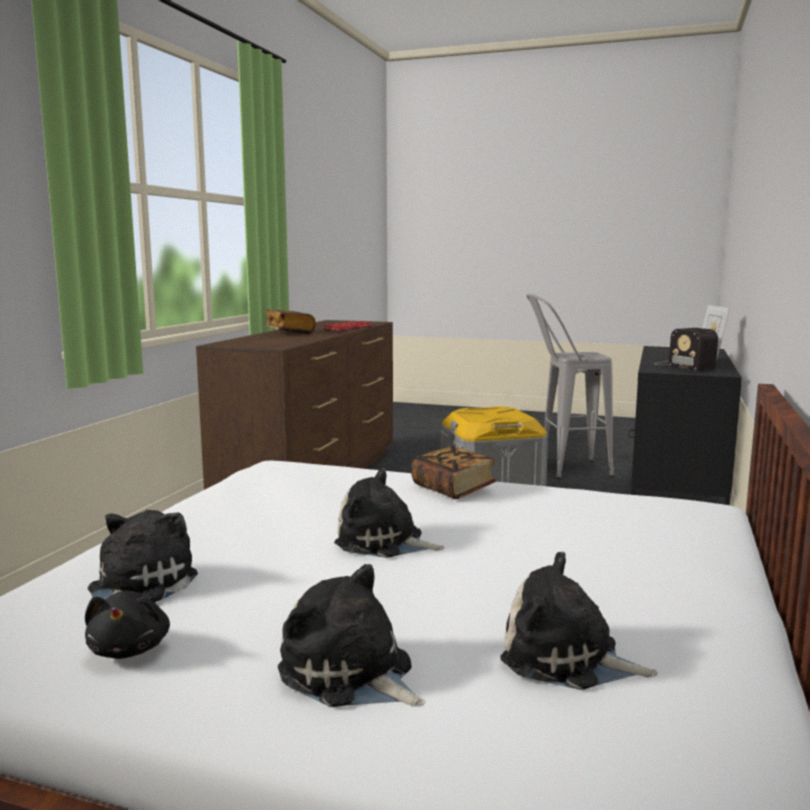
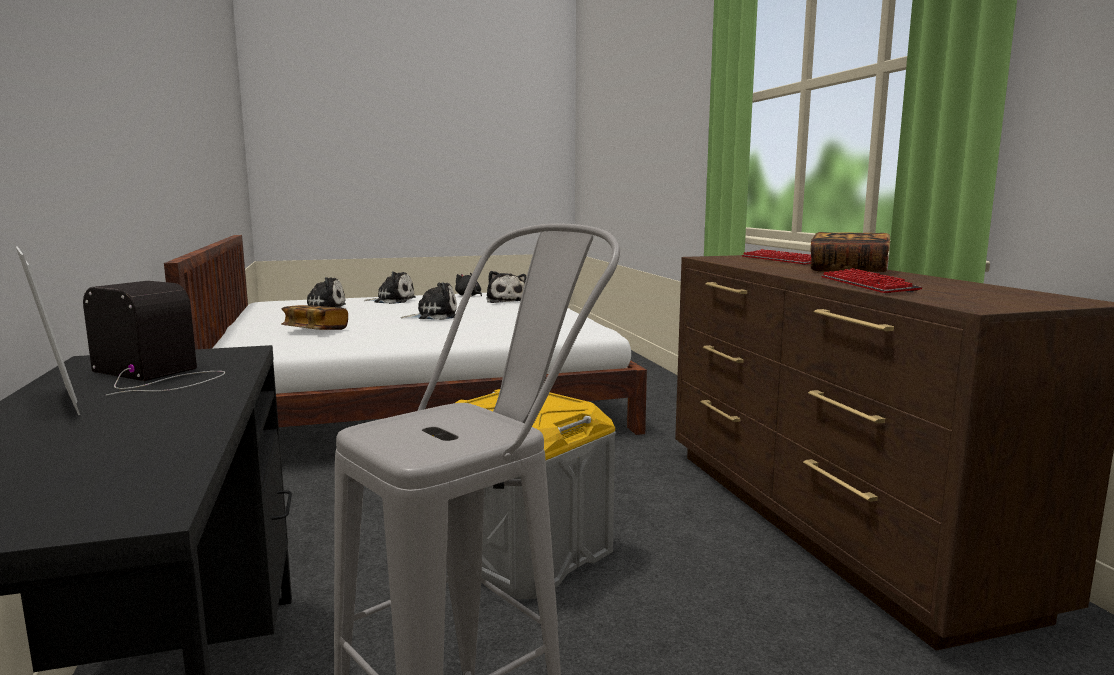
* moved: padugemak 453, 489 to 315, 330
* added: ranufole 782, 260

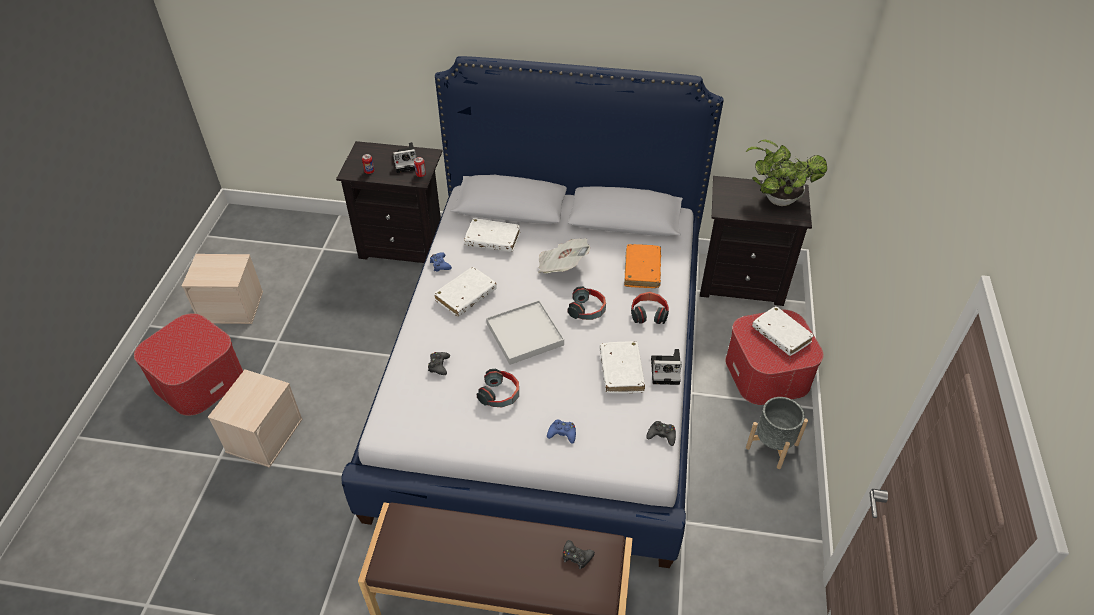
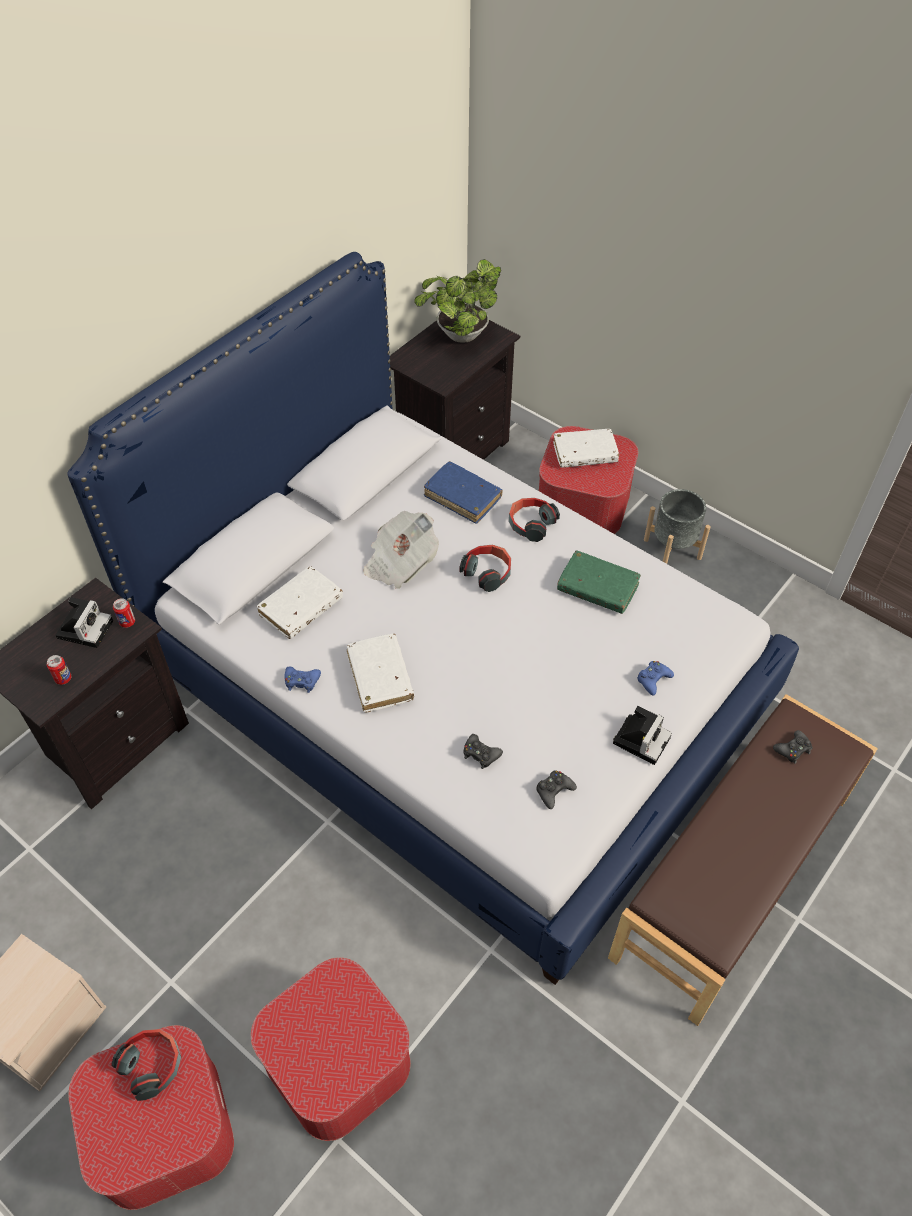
* replaced: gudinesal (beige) 264, 434 to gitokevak 336, 1060
* moved: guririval 500, 394 to 152, 1064
* removed: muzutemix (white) 525, 334
* recoloured: padugemak (white) 621, 371 to padugemak (green) 597, 588
* recoloured: padugemak (orange) 642, 270 to padugemak (blue) 462, 497
* moved: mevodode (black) 661, 435 to 554, 791
* moved: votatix 666, 370 to 641, 738

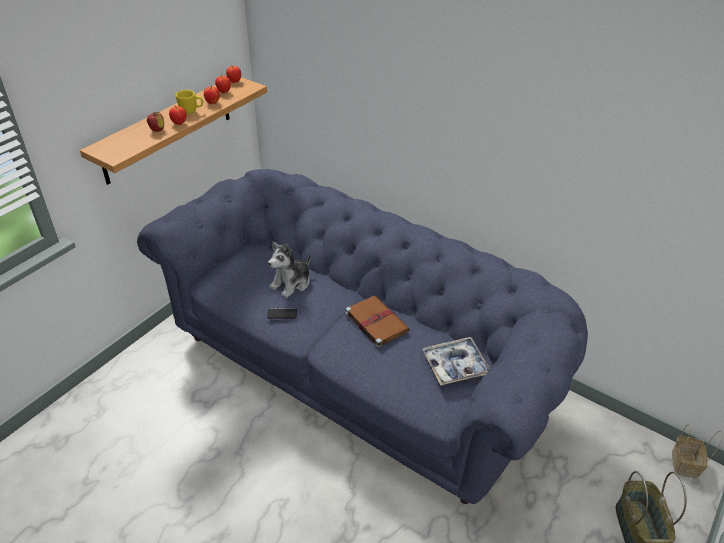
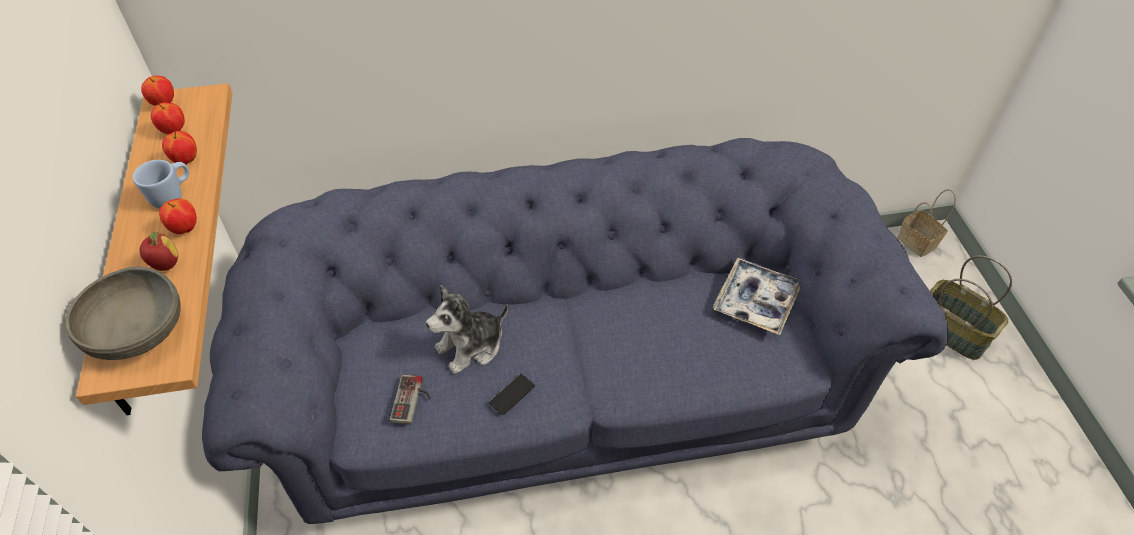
* recoloured: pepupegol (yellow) 191, 111 to pepupegol (blue) 173, 196
* turned: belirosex 291, 283 = 471, 346 60 degrees clockwise
* removed: padugemak (brown) 375, 322
* added: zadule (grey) 138, 331
* added: mevodode 413, 400

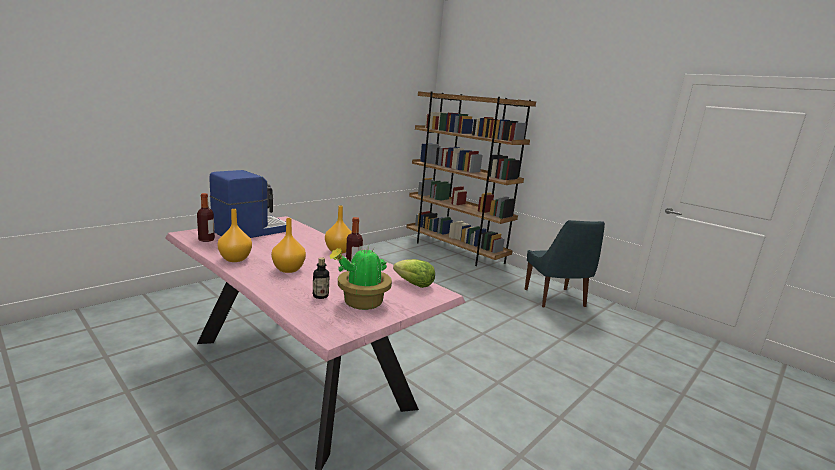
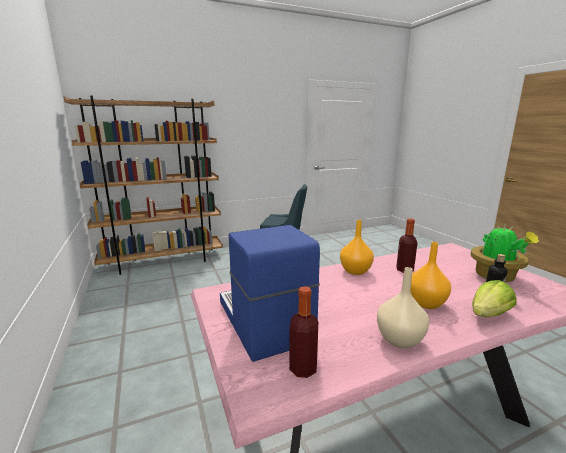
* recoloured: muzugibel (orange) 235, 259 to muzugibel (beige) 398, 340
* moved: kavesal 414, 284 to 489, 315

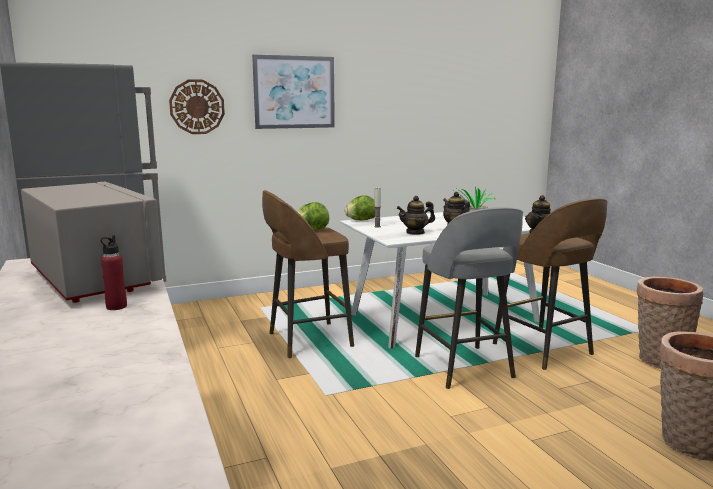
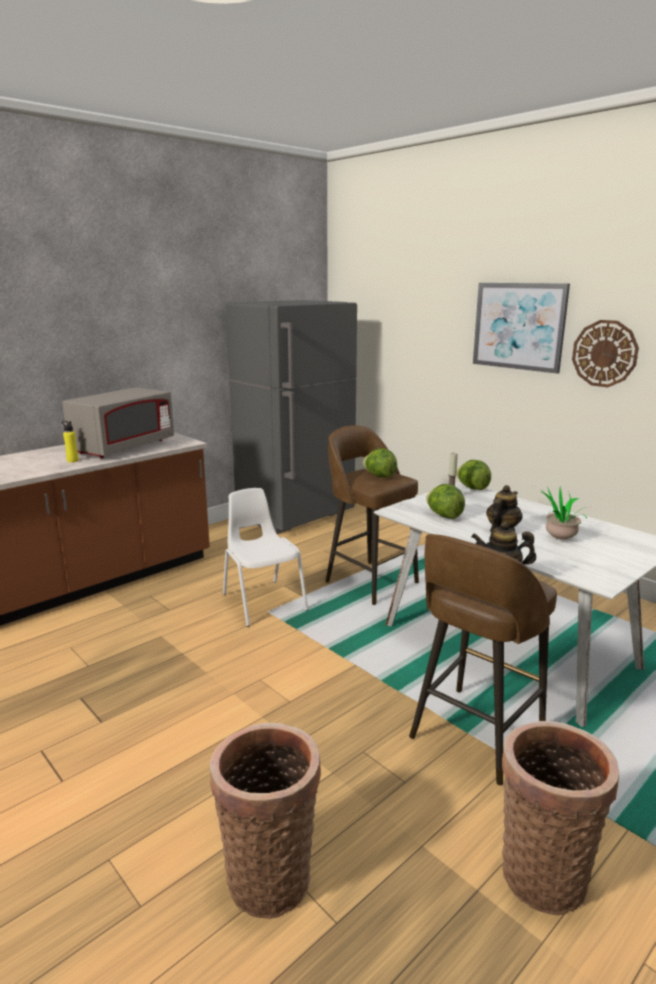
* recoloured: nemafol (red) 116, 306 to nemafol (yellow) 72, 460
* moved: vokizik 197, 107 to 604, 353
* replaced: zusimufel 415, 232 to kavesal 444, 516
* removed: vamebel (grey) 464, 368
* added: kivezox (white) 263, 601

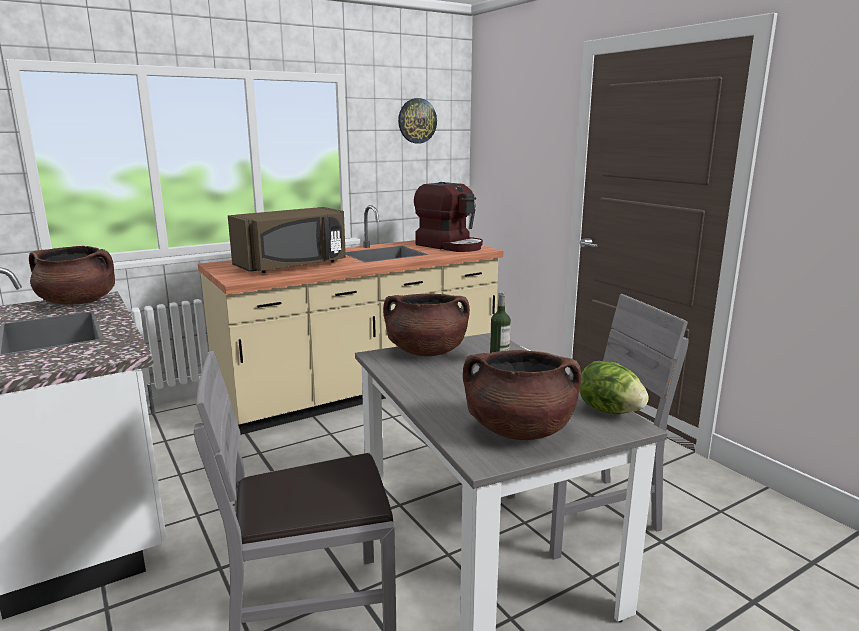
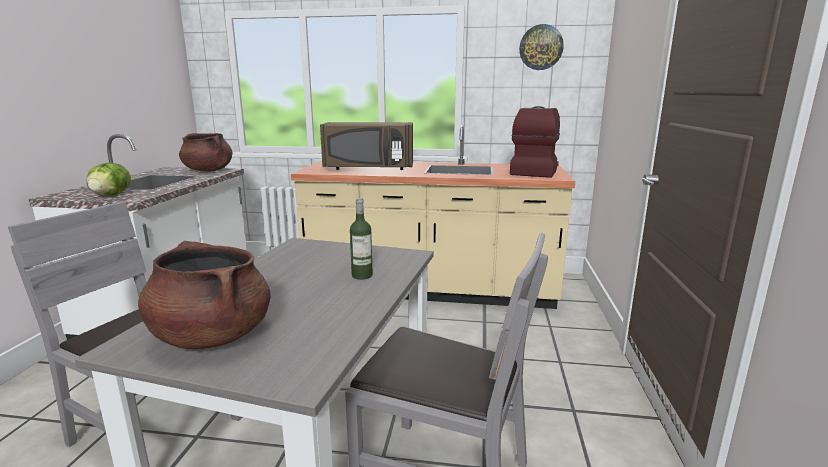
* removed: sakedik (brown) 426, 352
* turned: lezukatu 450, 246 = 534, 171 150 degrees counterclockwise
* moved: kavesal 609, 411 to 111, 195

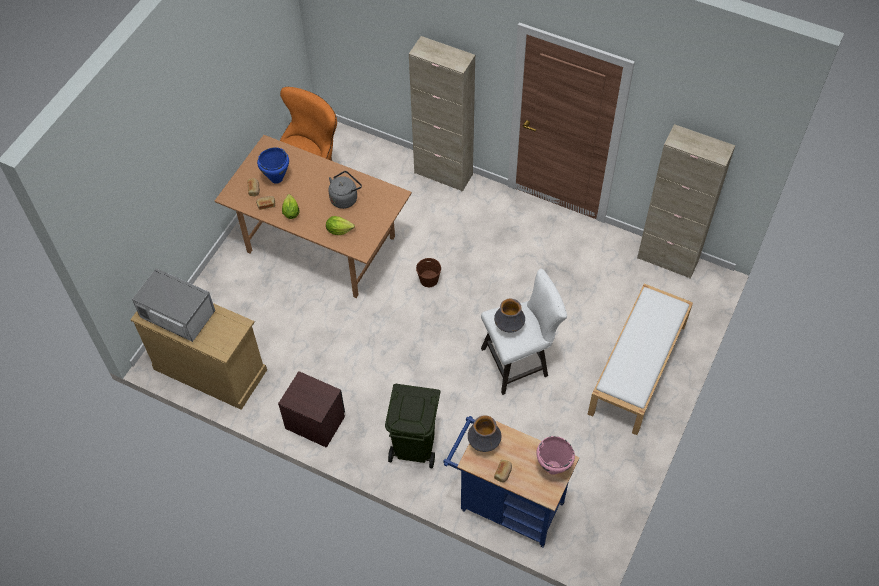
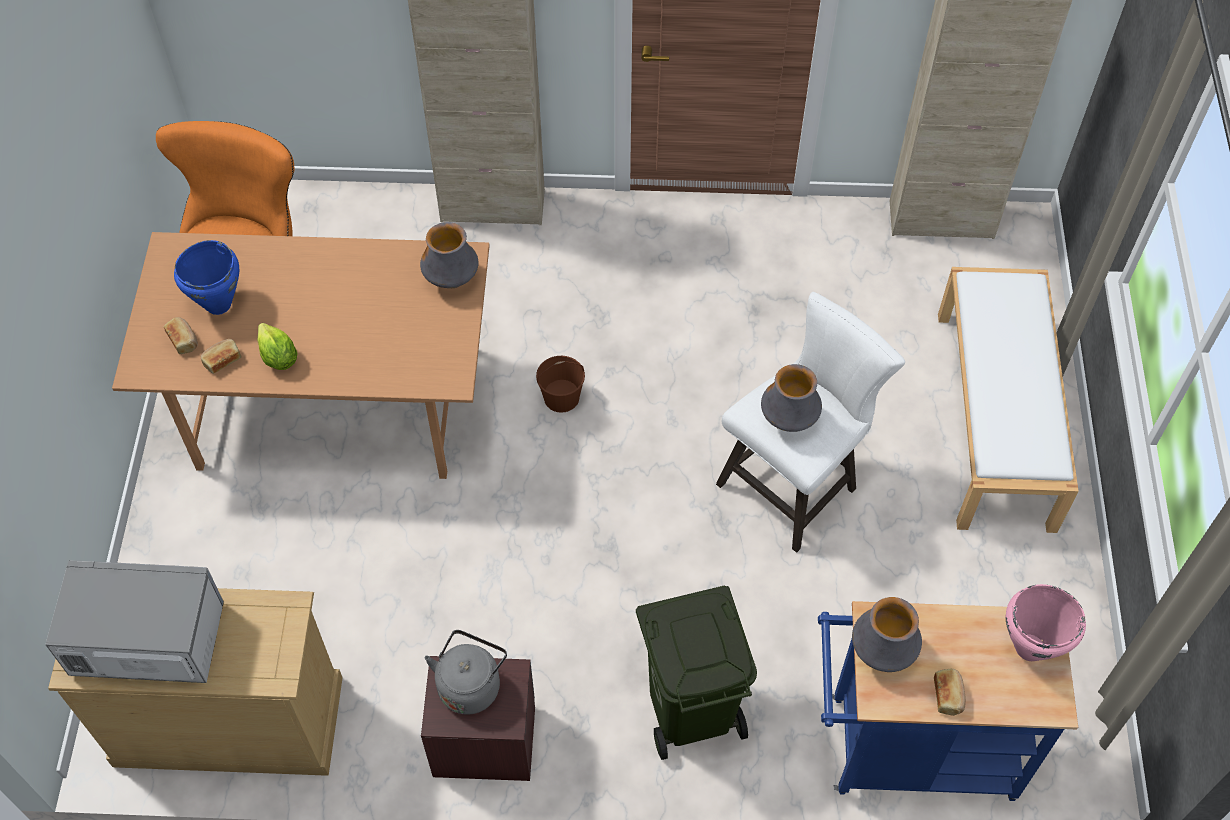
* removed: kavesal 339, 230
* moved: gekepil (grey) 345, 198 to 470, 684
* added: muzugibel 452, 280

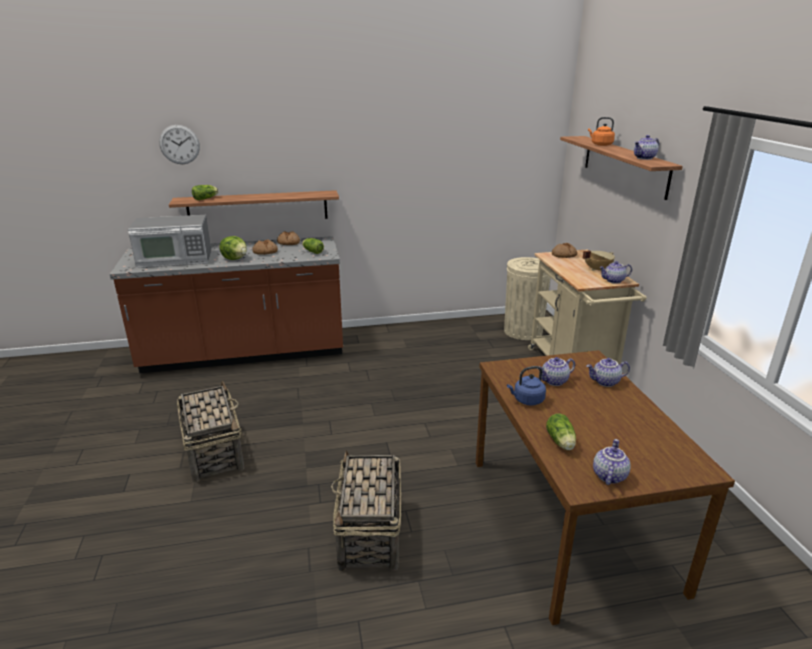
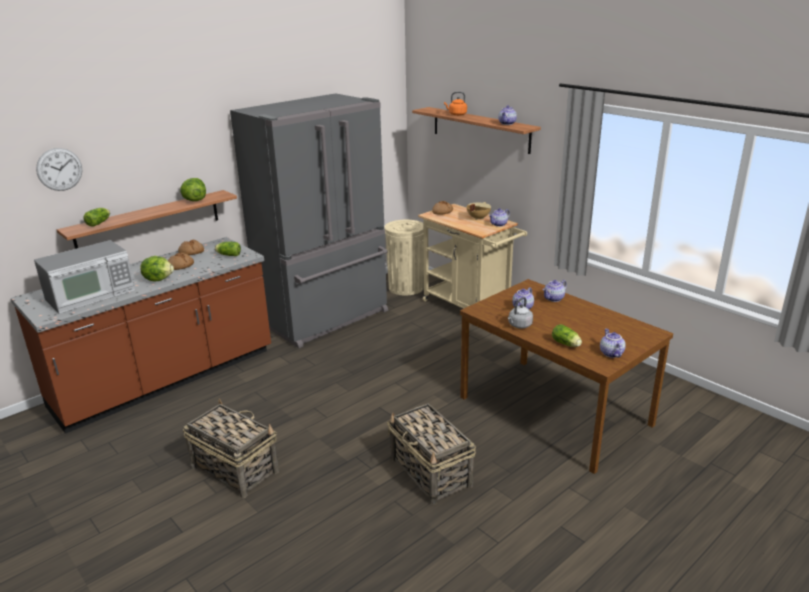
* recoloured: gekepil (blue) 527, 400 to gekepil (grey) 519, 325
* added: kavesal 194, 200
* added: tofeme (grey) 326, 318

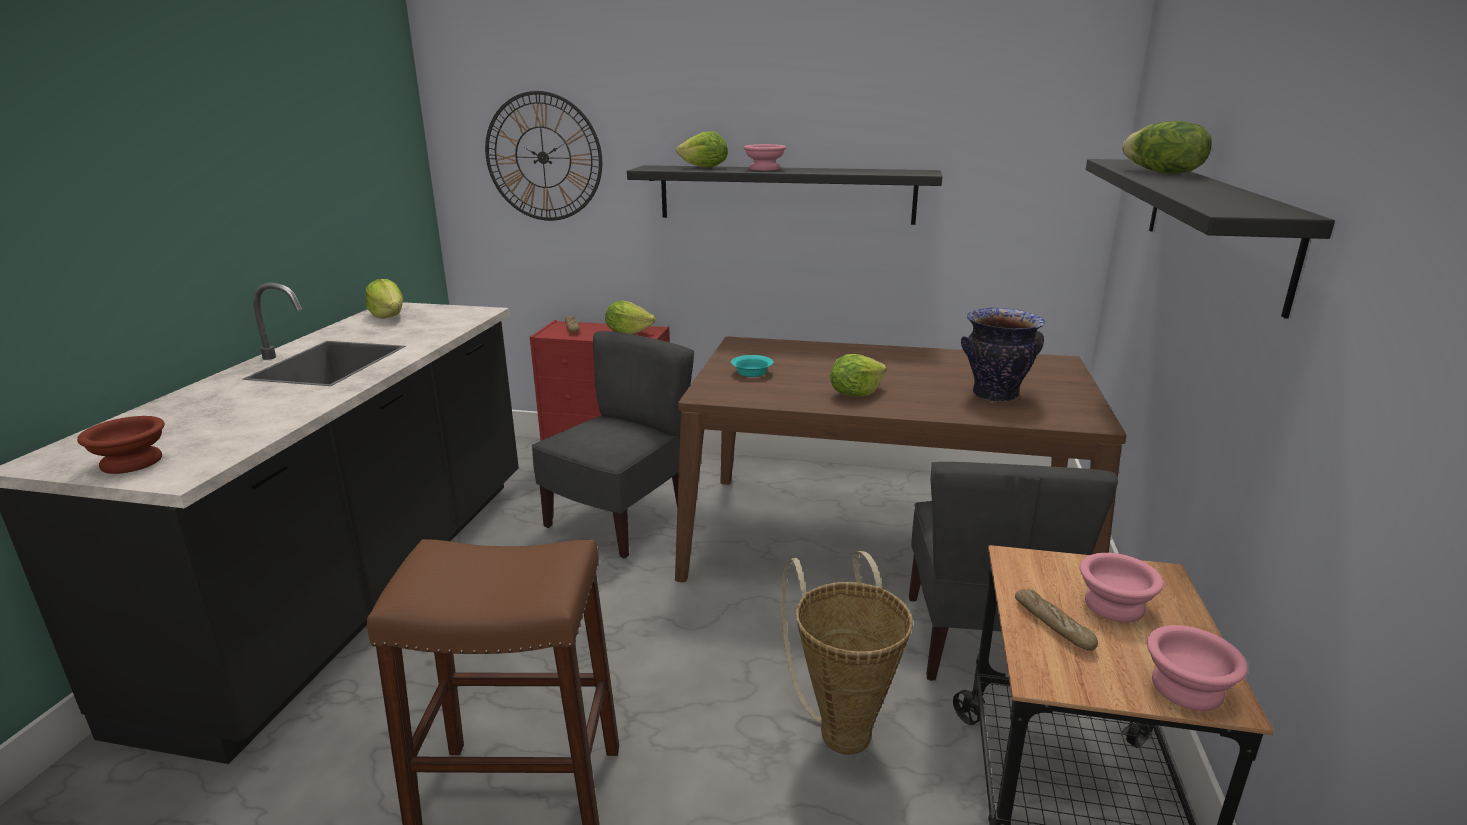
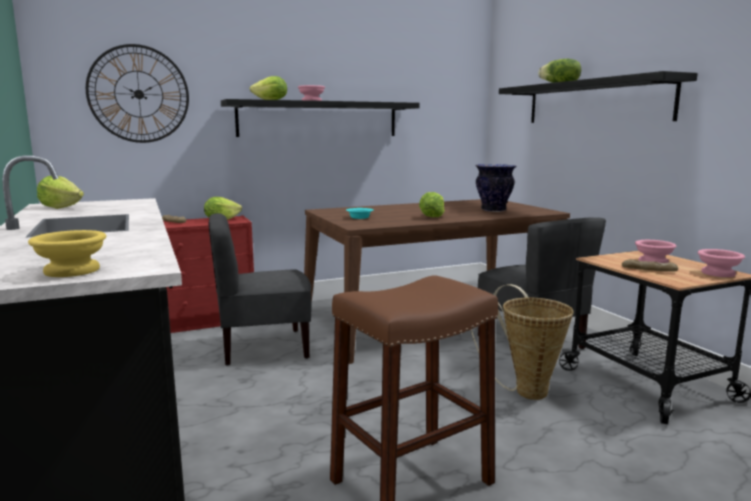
* recoloured: zadule (brown) 129, 463 to zadule (yellow) 71, 271
* turned: kivezox (grey) 619, 520 = 263, 348 105 degrees counterclockwise

